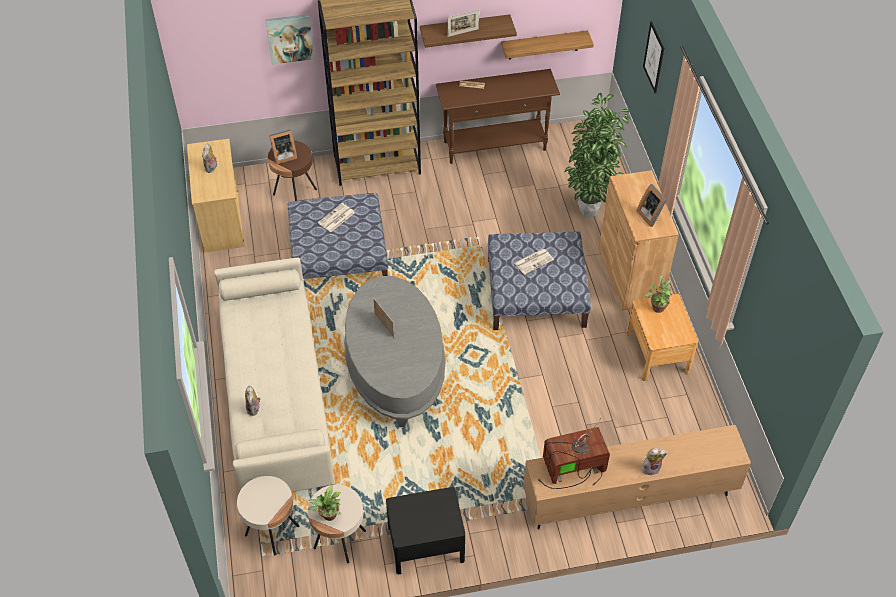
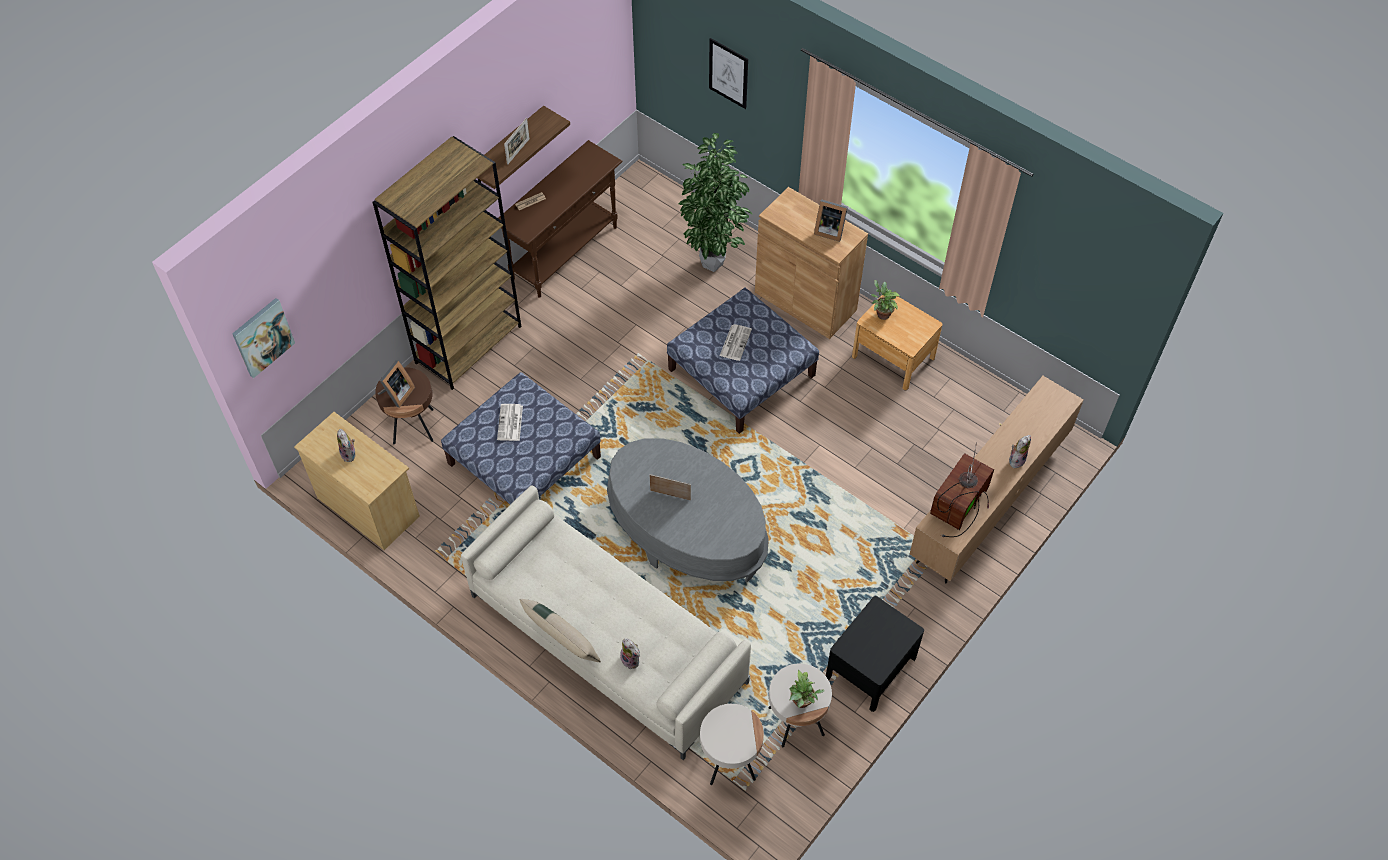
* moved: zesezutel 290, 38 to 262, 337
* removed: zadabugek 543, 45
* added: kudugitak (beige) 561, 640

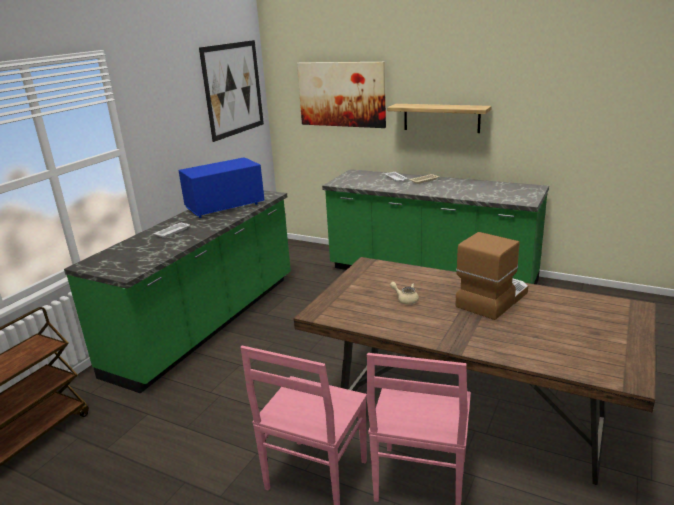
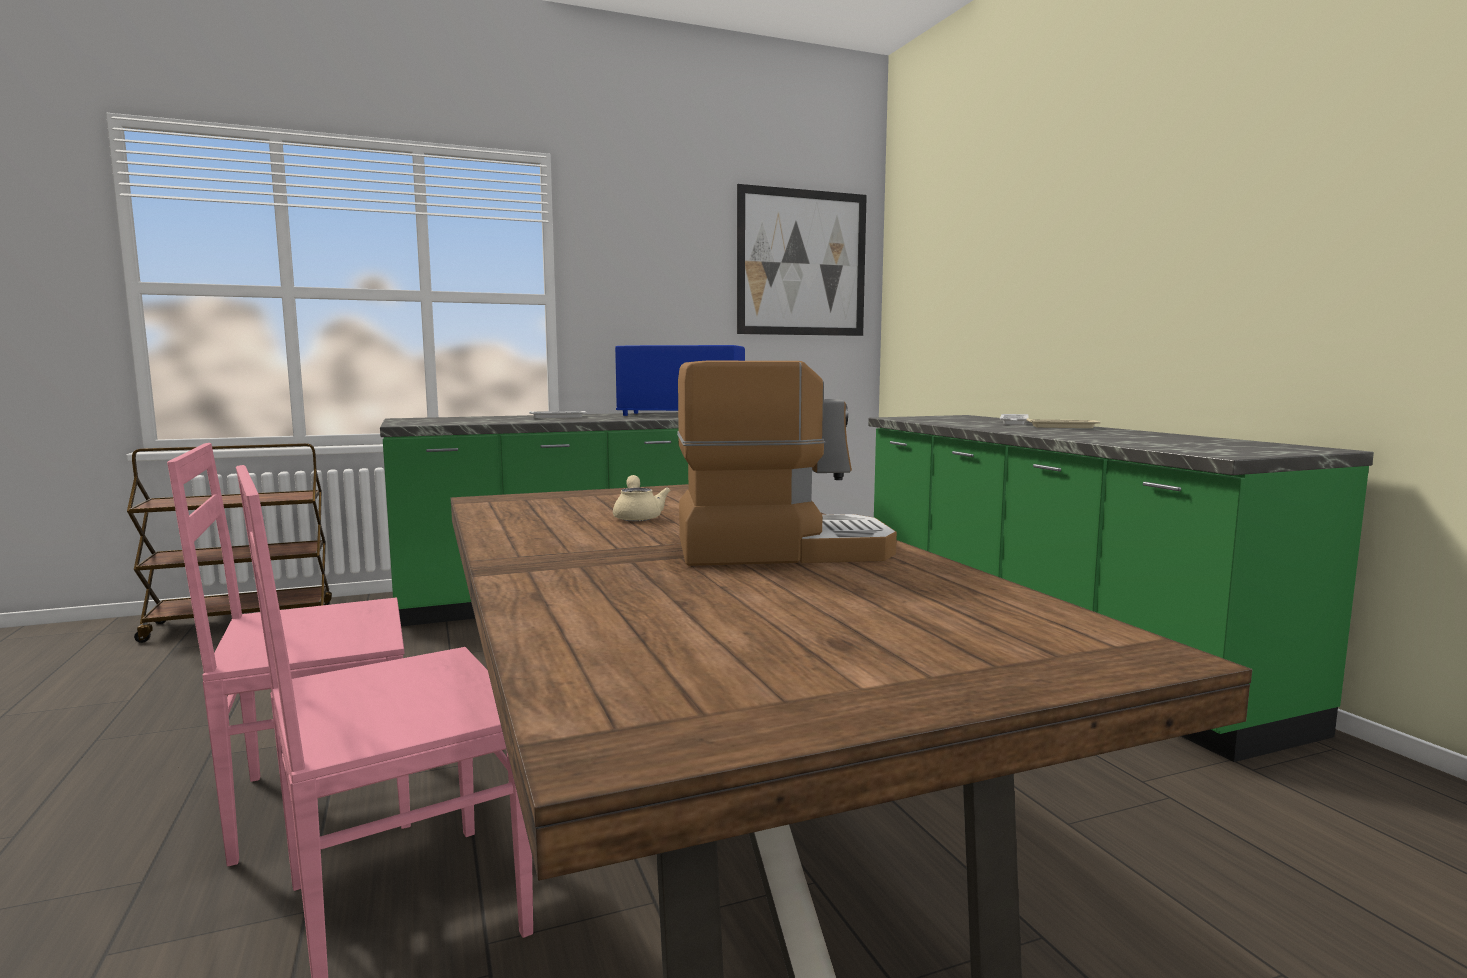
* removed: zesezutel 341, 94
* removed: zadabugek 441, 118

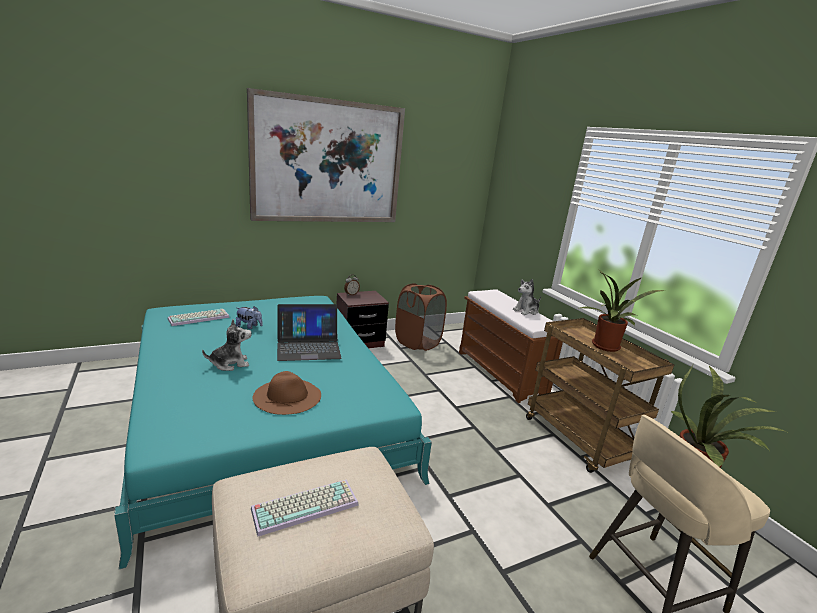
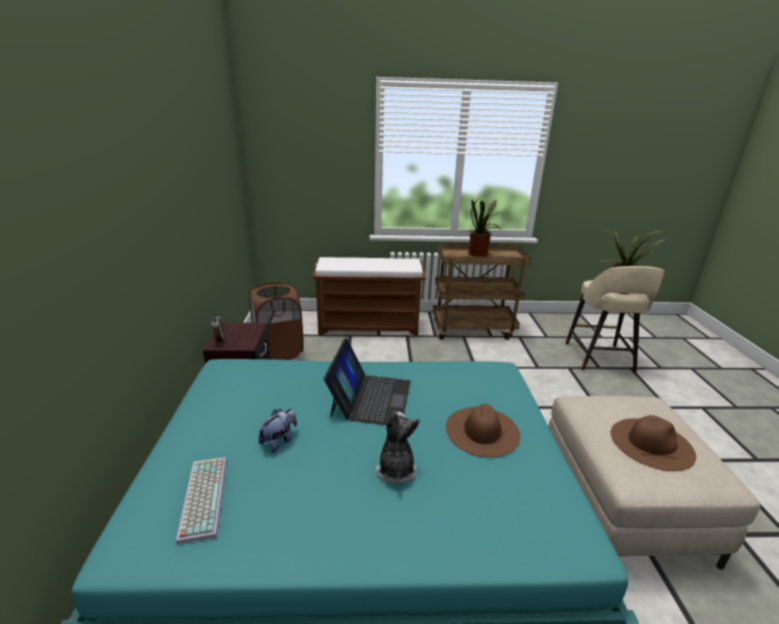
* removed: zesezutel 328, 162
* replaced: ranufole 306, 505 to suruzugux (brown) 651, 443
* removed: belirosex 526, 311

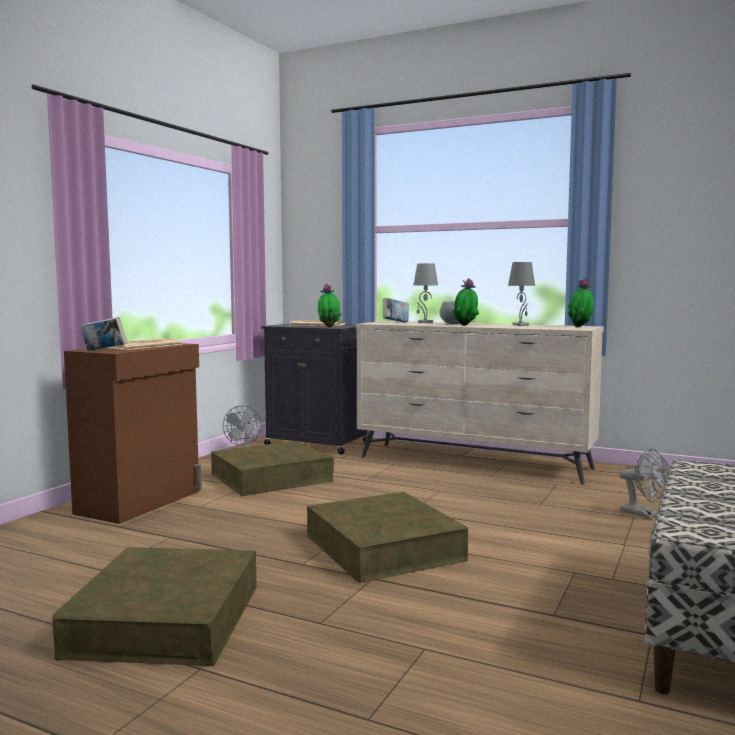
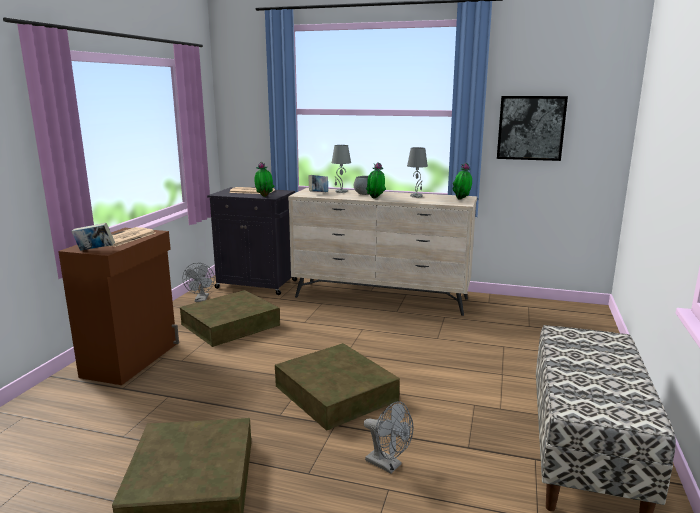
* moved: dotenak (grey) 644, 514 to 388, 465
* added: zesezutel 531, 128

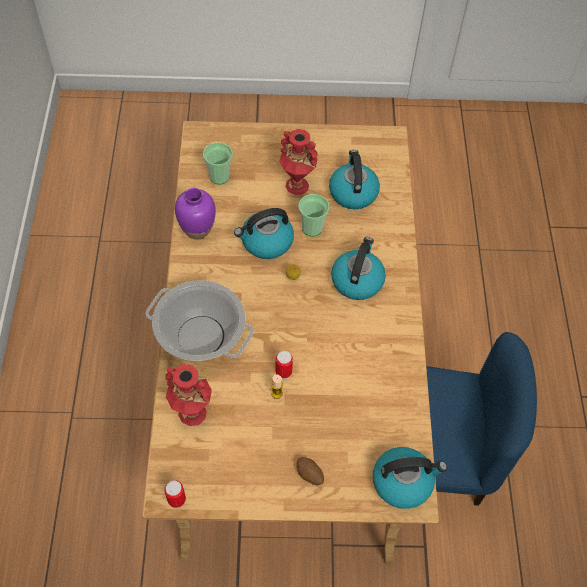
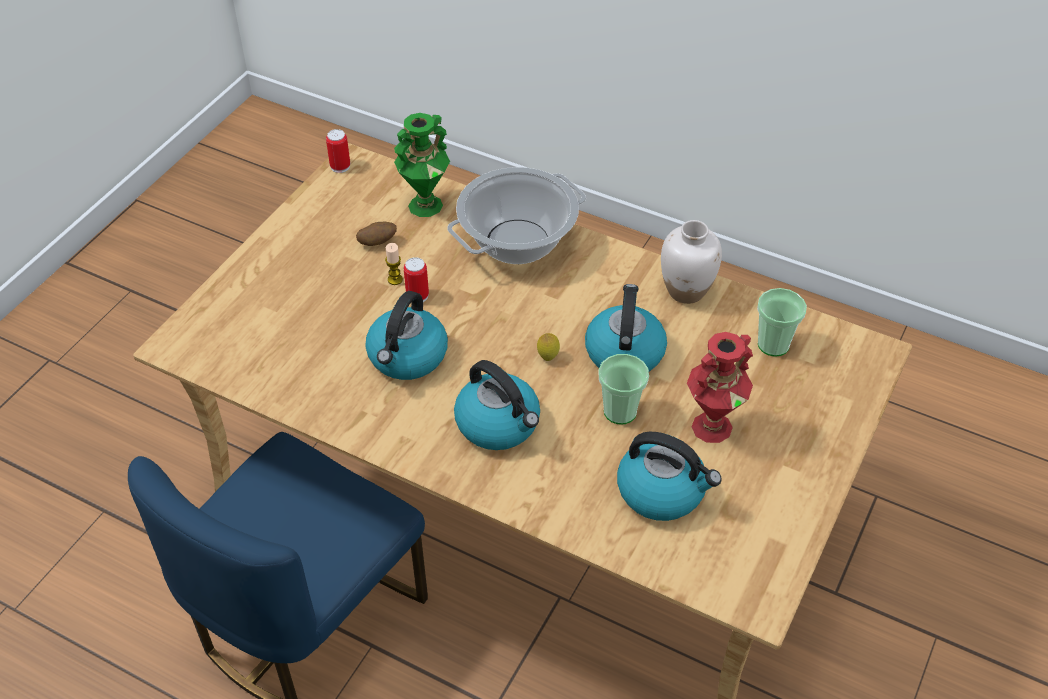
* recoloured: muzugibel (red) 191, 413 to muzugibel (green) 425, 205
* recoloured: muzugibel (purple) 197, 229 to muzugibel (white) 686, 290
* moved: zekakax 309, 475 to 377, 242
* moved: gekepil 403, 481 to 407, 357

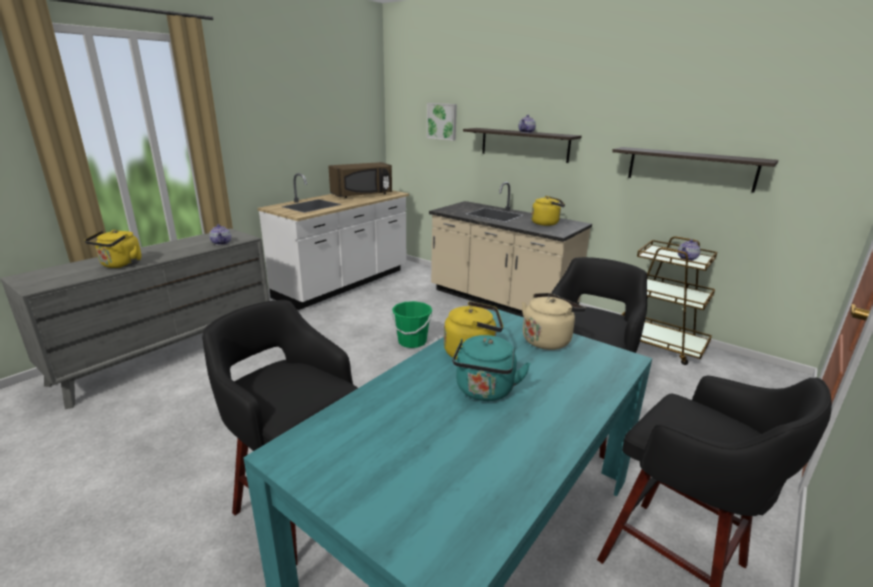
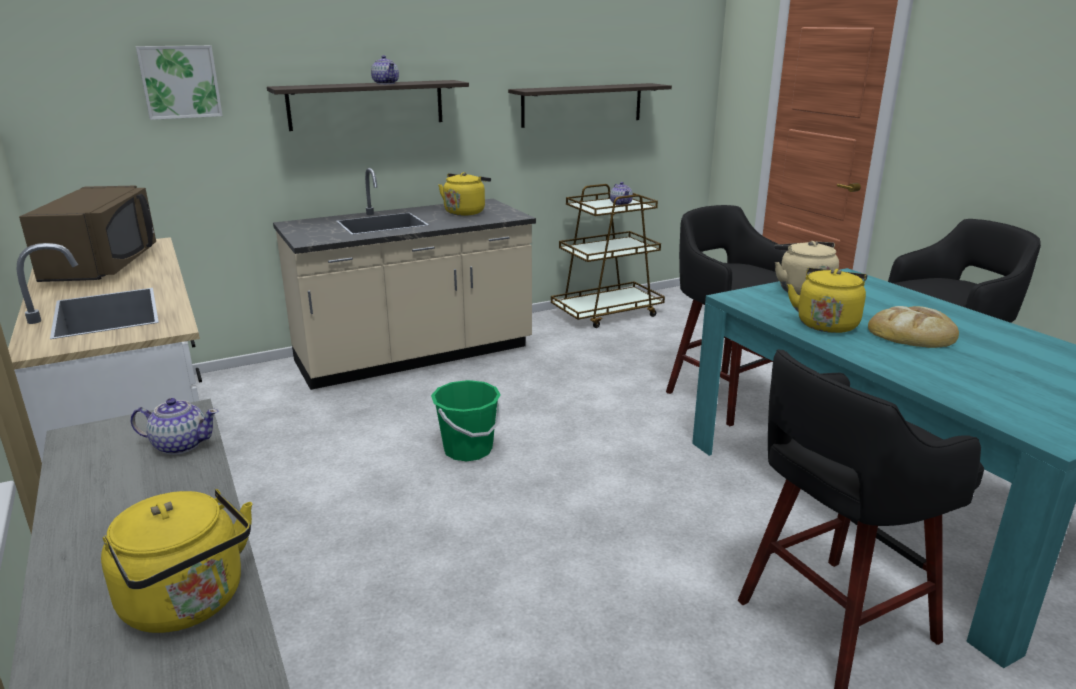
* replaced: gekepil (turquoise) 484, 391 to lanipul 912, 333

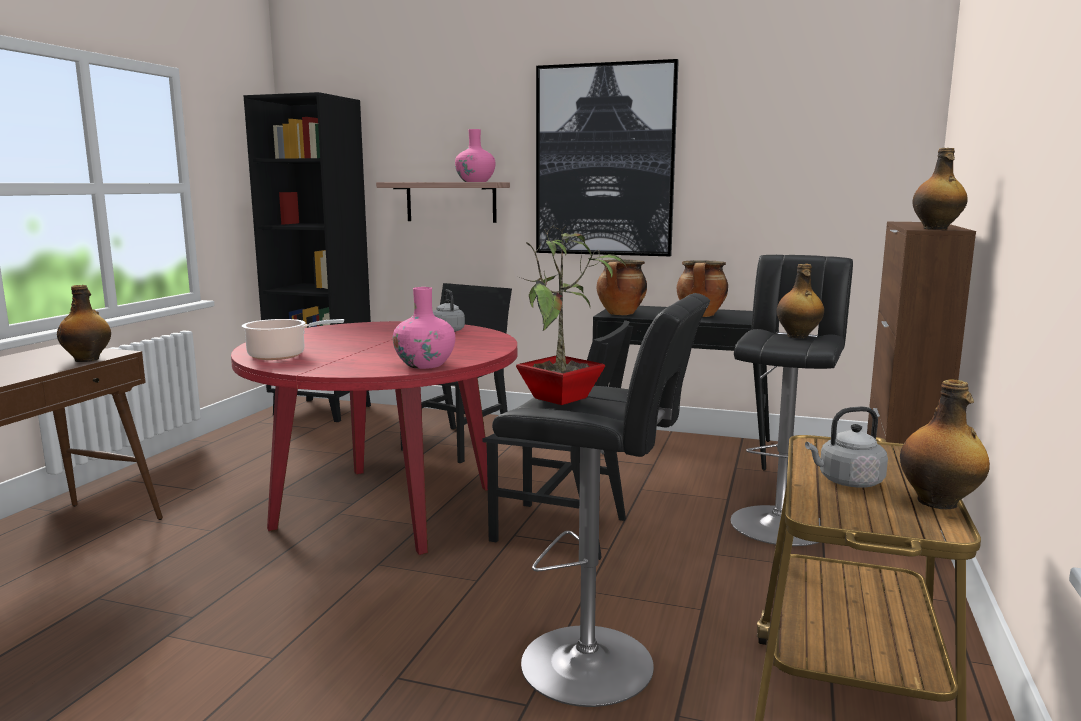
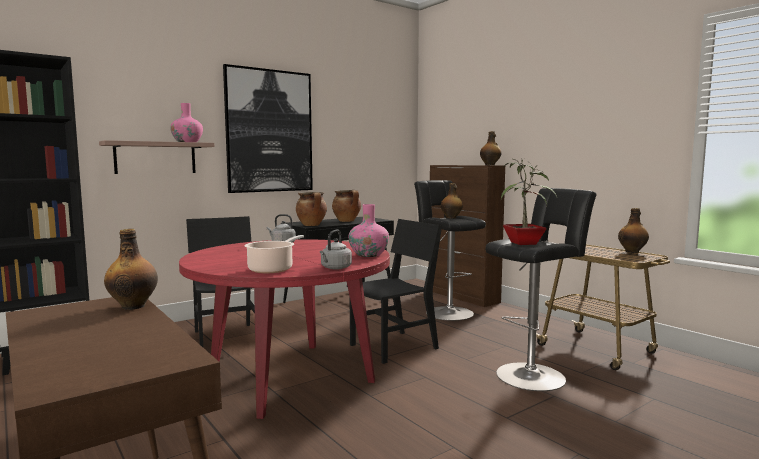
* moved: gekepil (grey) 847, 482 to 335, 268

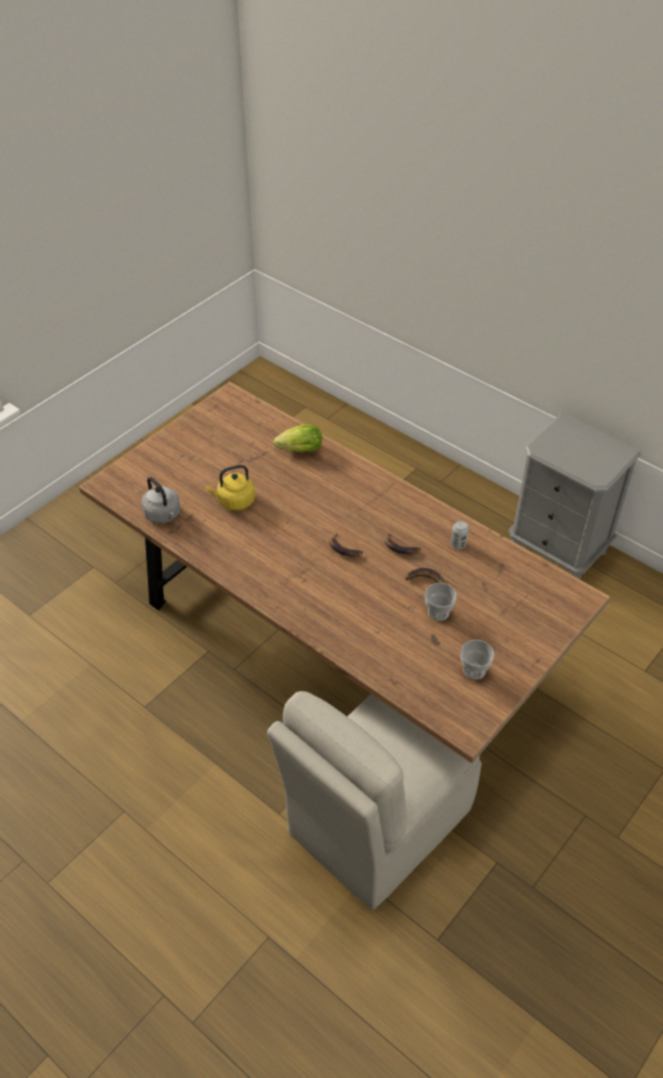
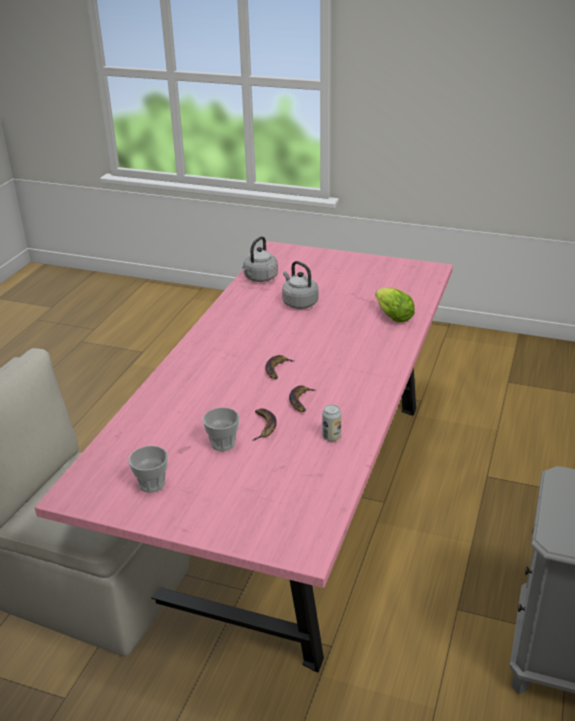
* recoloured: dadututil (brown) 331, 642 to dadututil (pink) 291, 497
* recoloured: gekepil (yellow) 234, 501 to gekepil (grey) 299, 303

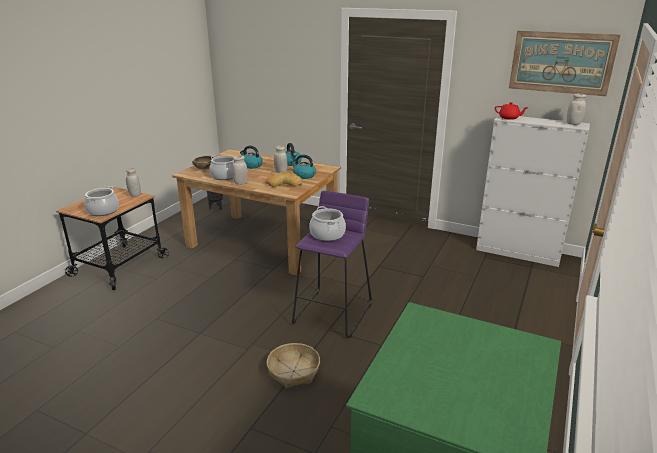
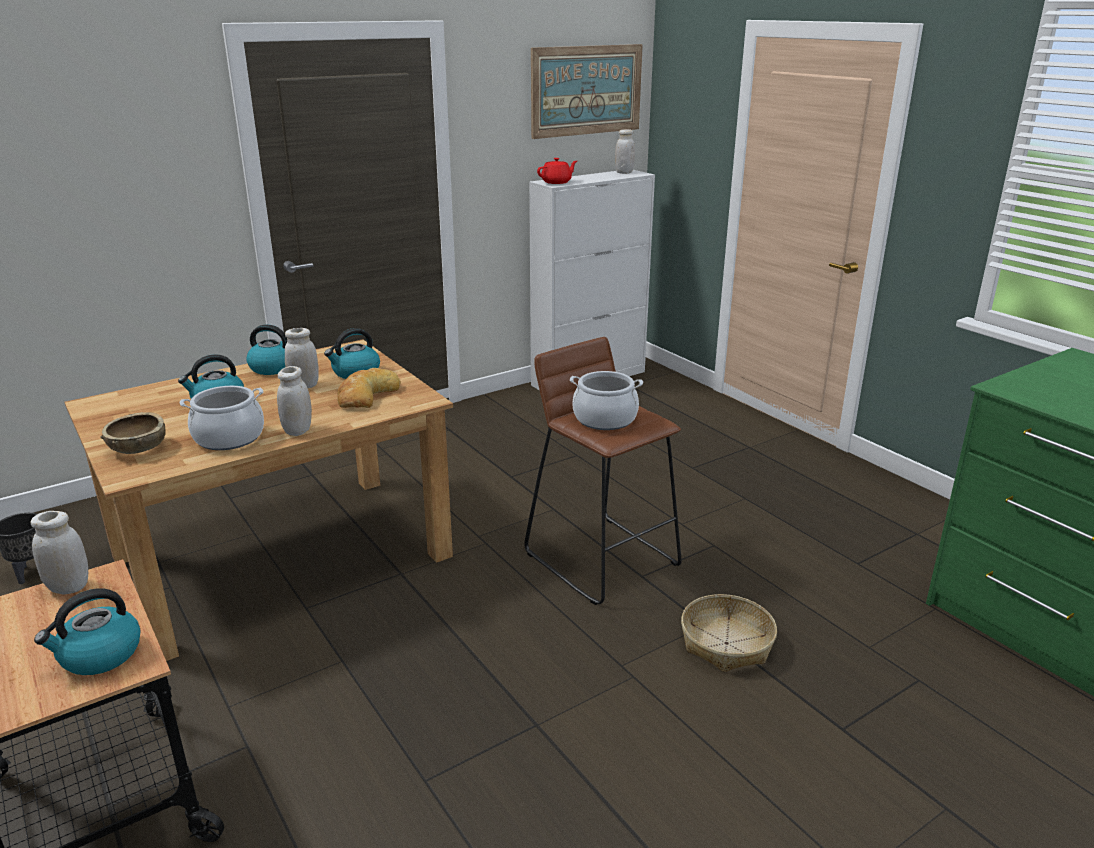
* replaced: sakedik 103, 211 to gekepil 99, 655
* recoloured: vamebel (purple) 333, 313 to vamebel (brown) 602, 558

